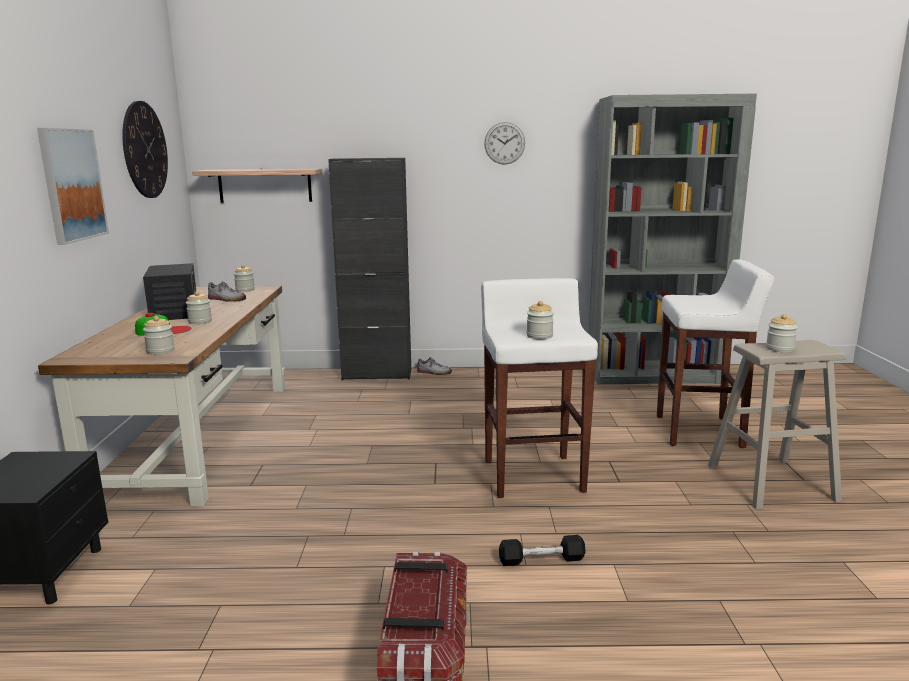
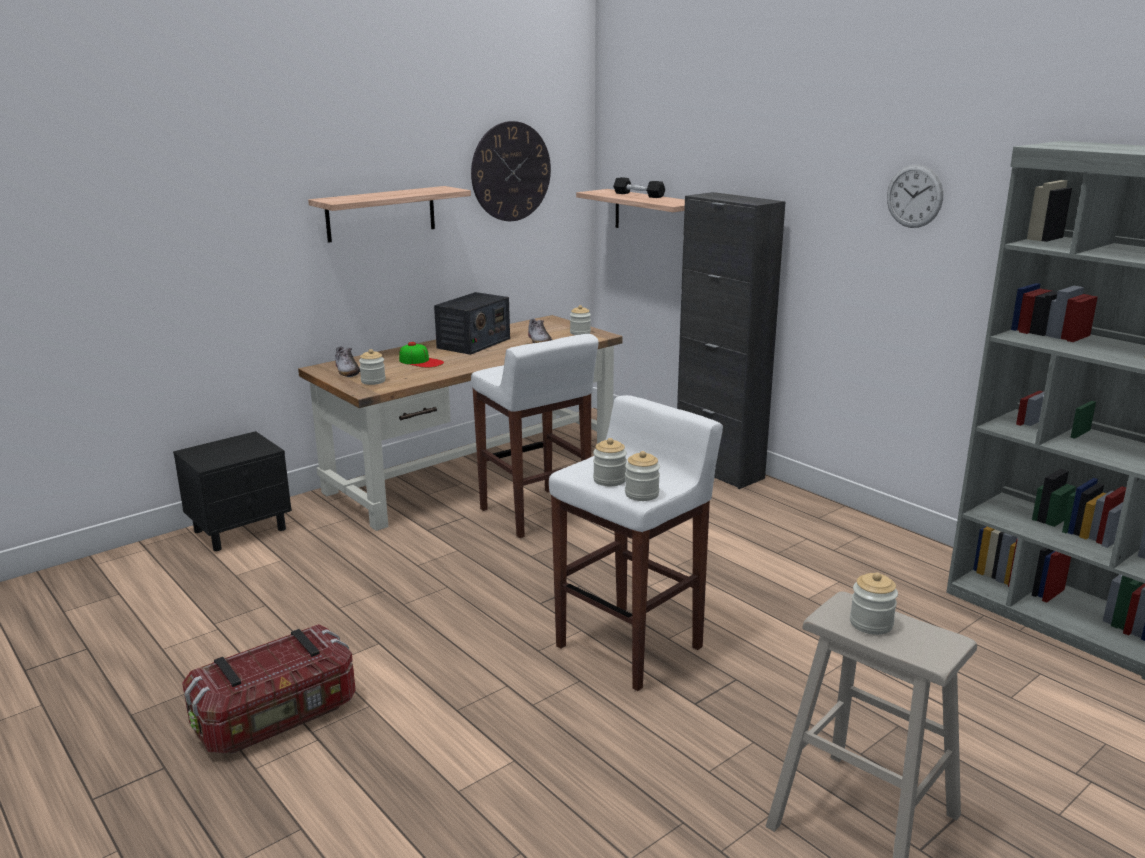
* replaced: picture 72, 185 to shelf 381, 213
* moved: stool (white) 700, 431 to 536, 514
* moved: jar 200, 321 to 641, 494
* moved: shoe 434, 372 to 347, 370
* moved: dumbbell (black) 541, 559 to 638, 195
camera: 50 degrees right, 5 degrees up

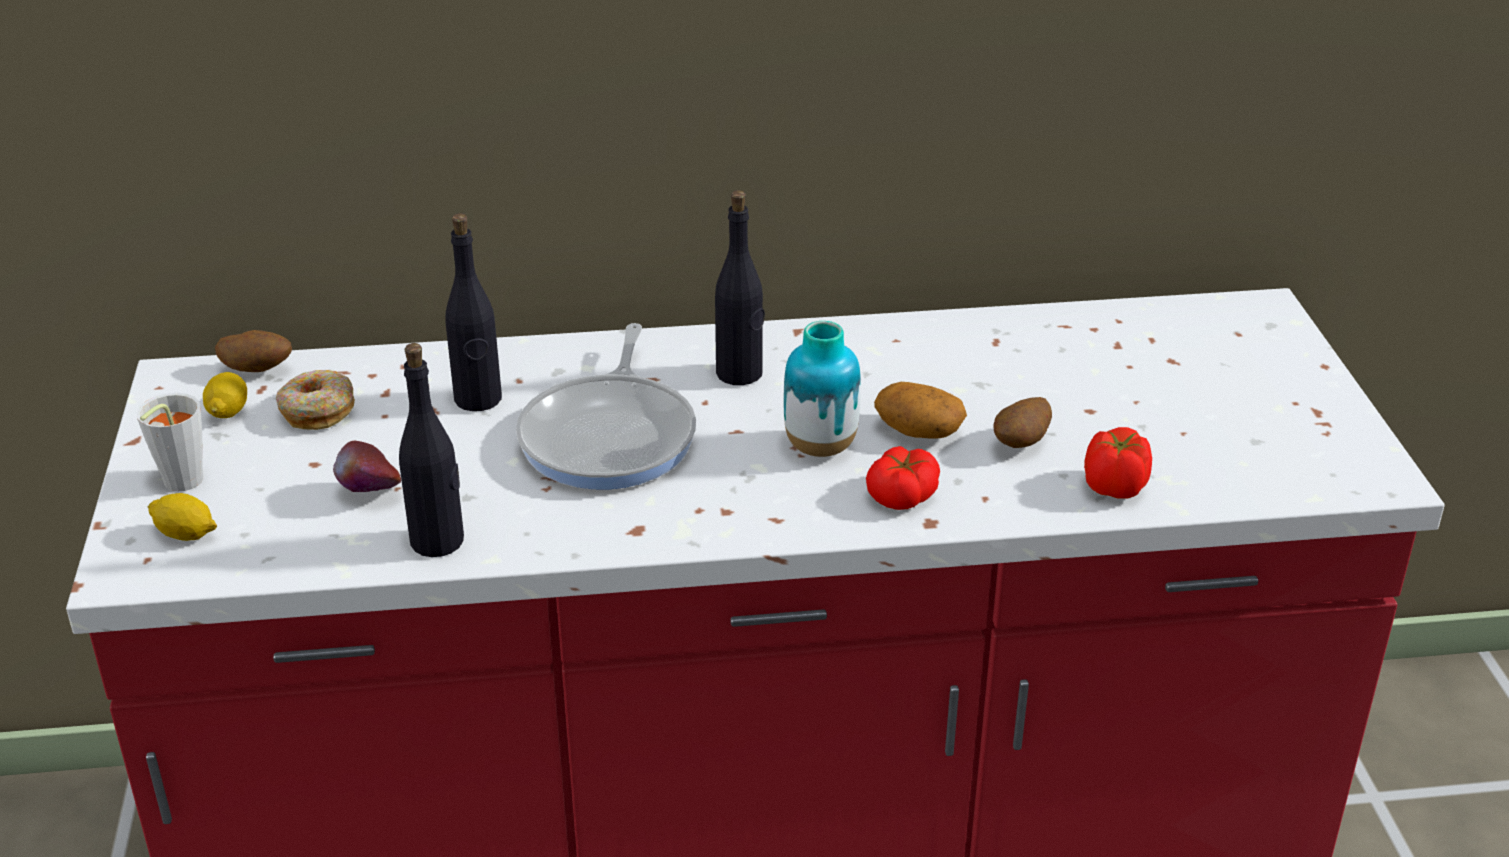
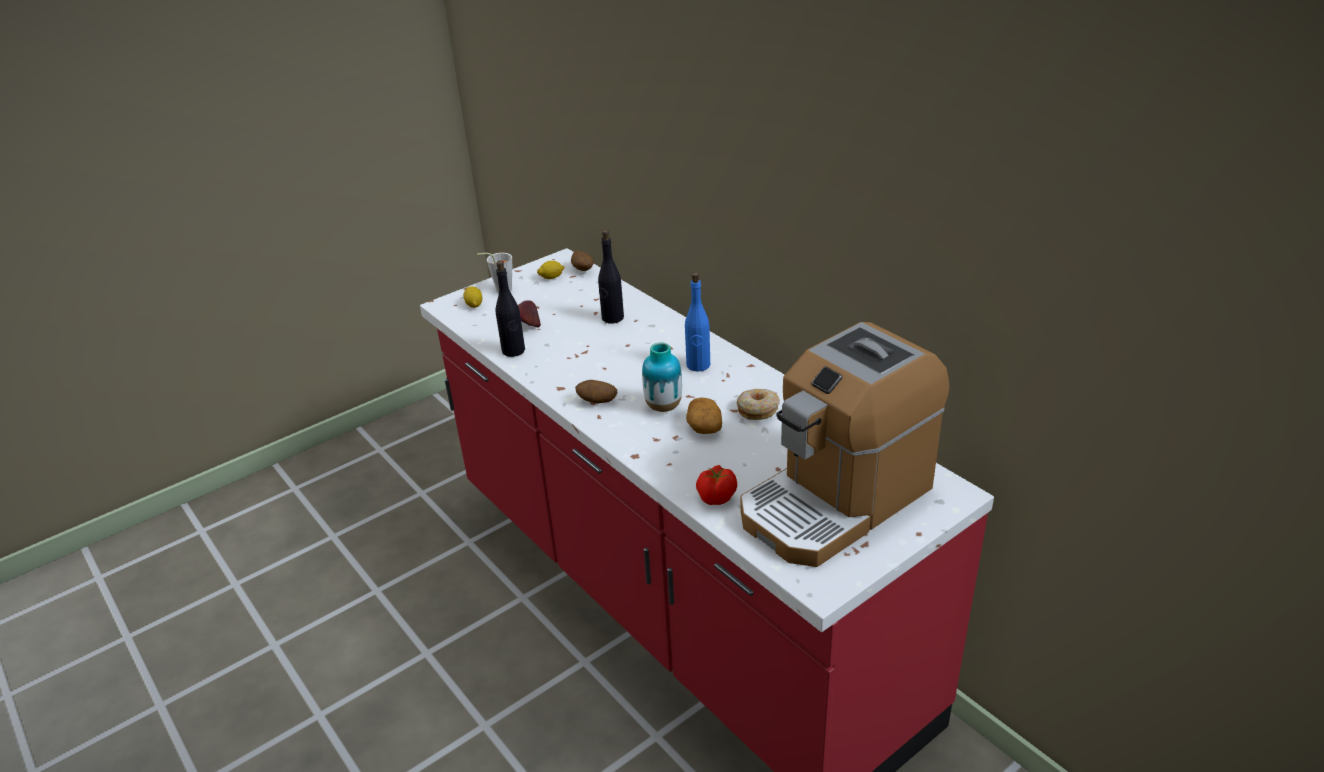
* recoloured: bottle (black) 740, 373 to bottle (blue) 698, 365
* removed: frying pan 611, 436
* moved: donut 317, 410 to 757, 409
* moved: potato 1021, 444 to 597, 402
* removed: tomato 902, 495
* added: coffee machine 836, 501
camera: 60 degrees right, 0 degrees up

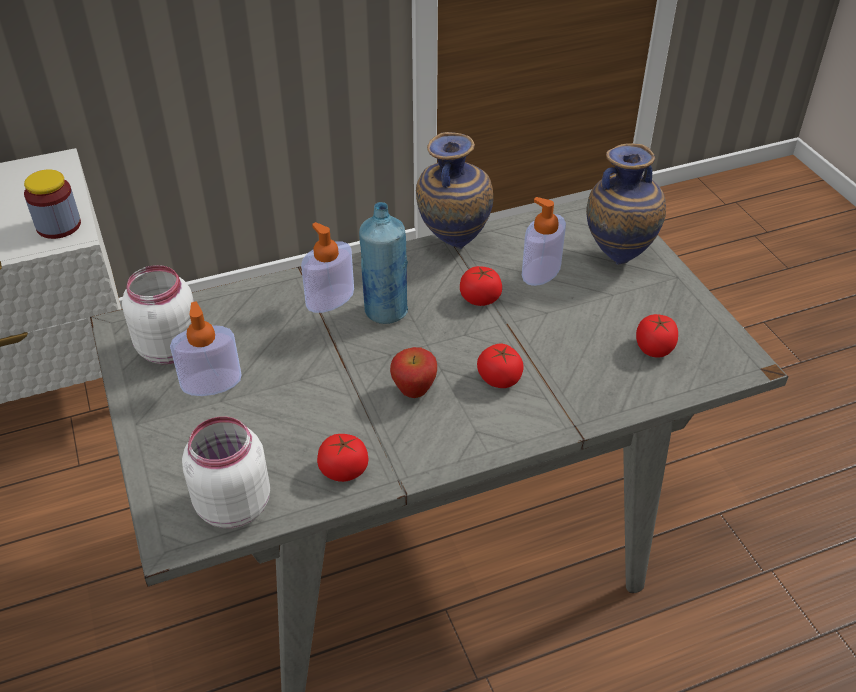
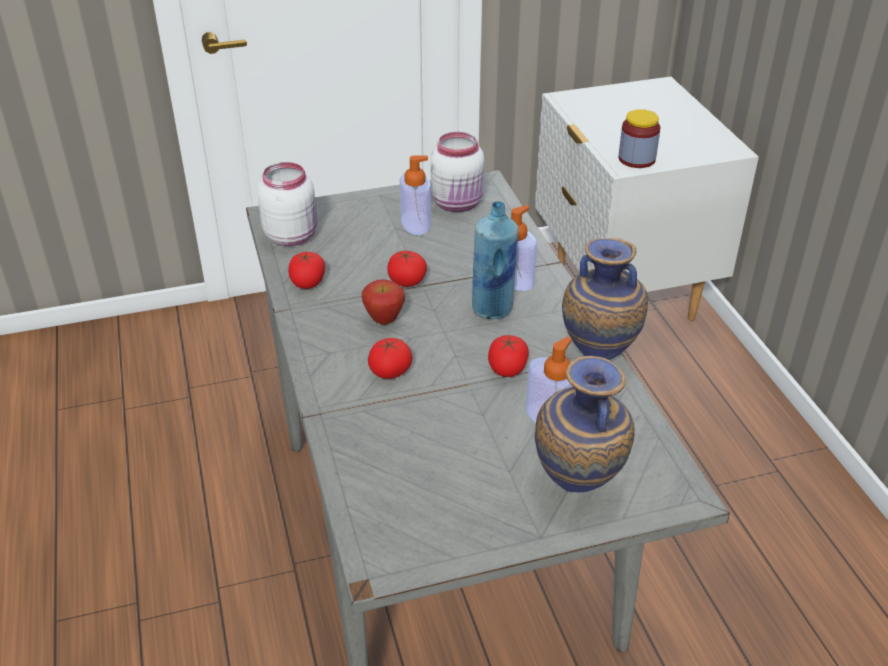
* moved: tomato 654, 348 to 407, 281
camera: 95 degrees right, 5 degrees down

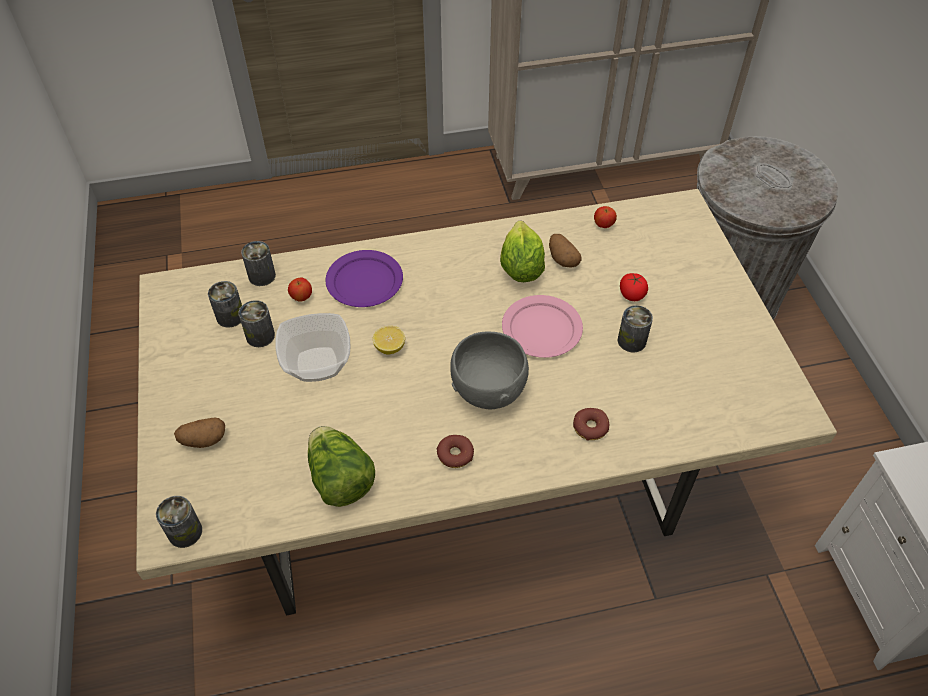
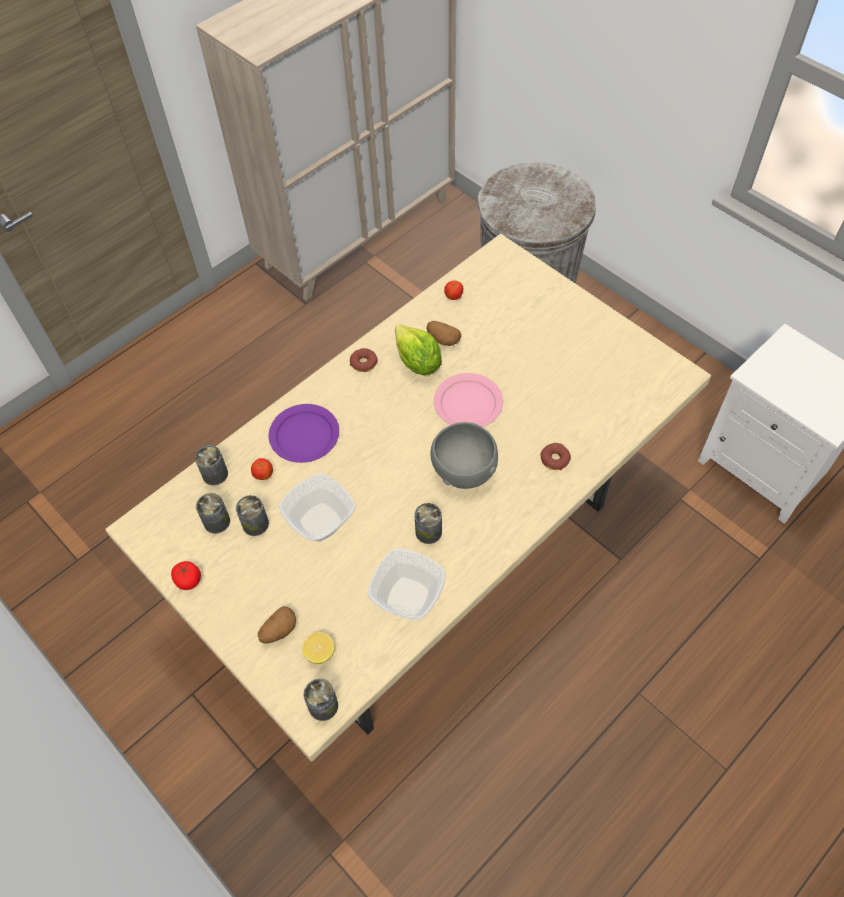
* moved: tomato 632, 294 to 188, 579
* moved: can 631, 341 to 428, 532
* moved: lemon 389, 347 to 319, 653
* replaced: lettuce 340, 479 to bowl 408, 598
* moved: donut 455, 455 to 363, 363
camera: 30 degrees left, 5 degrees up

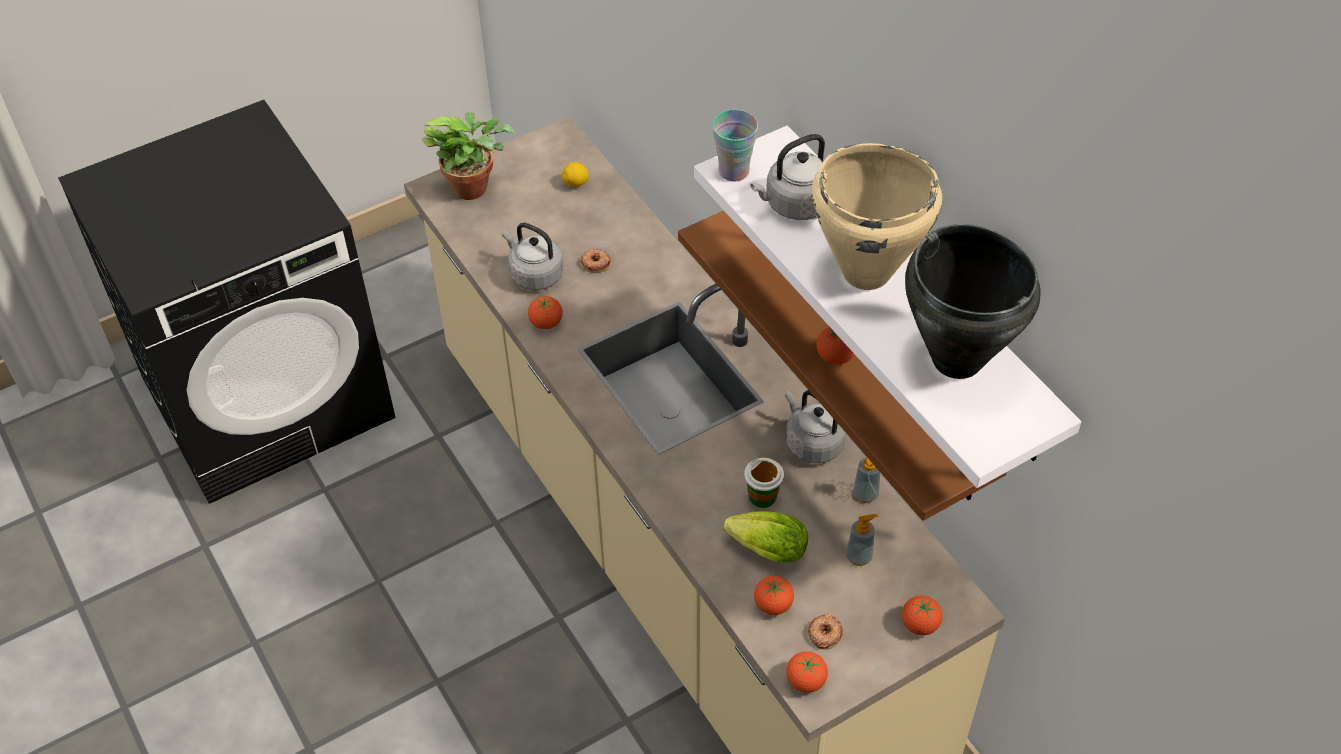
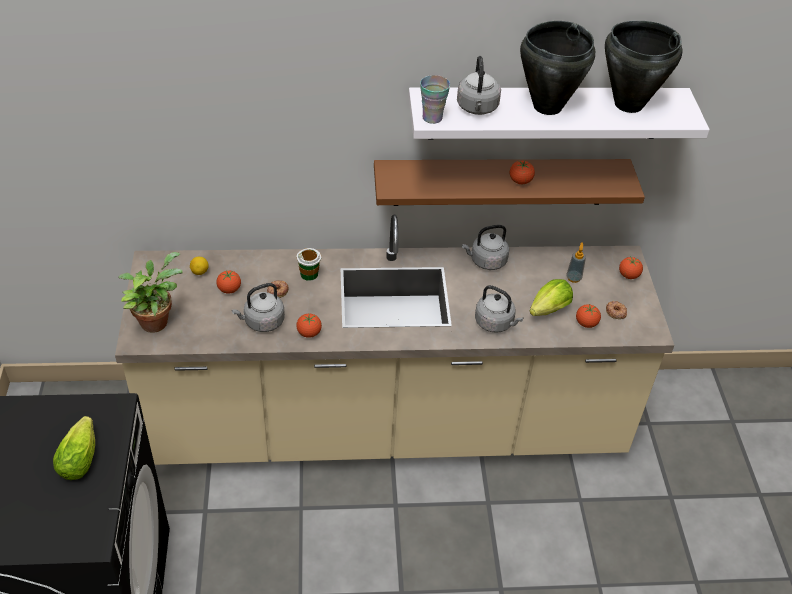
* recoloured: cooking pot (beige) 865, 272 to cooking pot (black) 546, 106
* removed: soap dispenser 865, 494
* moved: cup 762, 496 to 309, 274
* moved: tomato 805, 681 to 229, 289
* added: kettle (grey) 495, 323
* added: lettuce 81, 456
camera: 65 degrees left, 5 degrees down

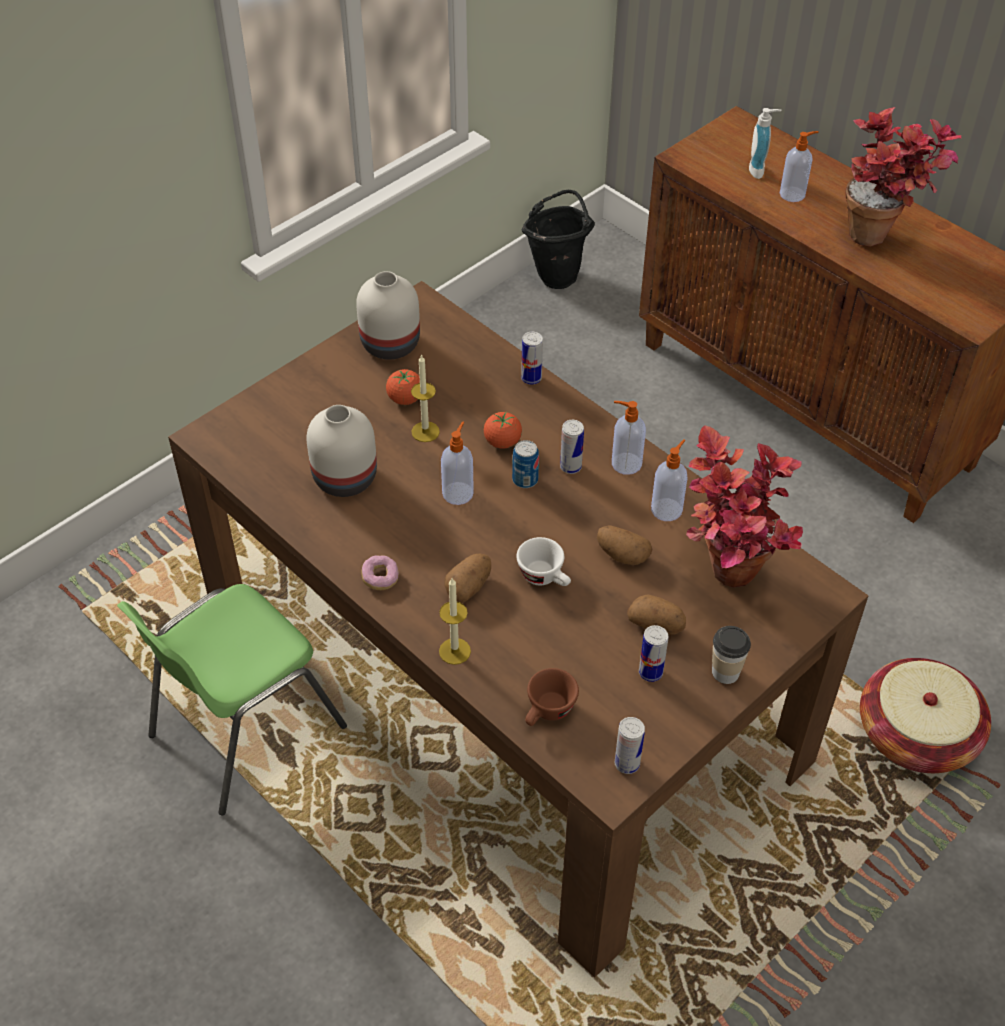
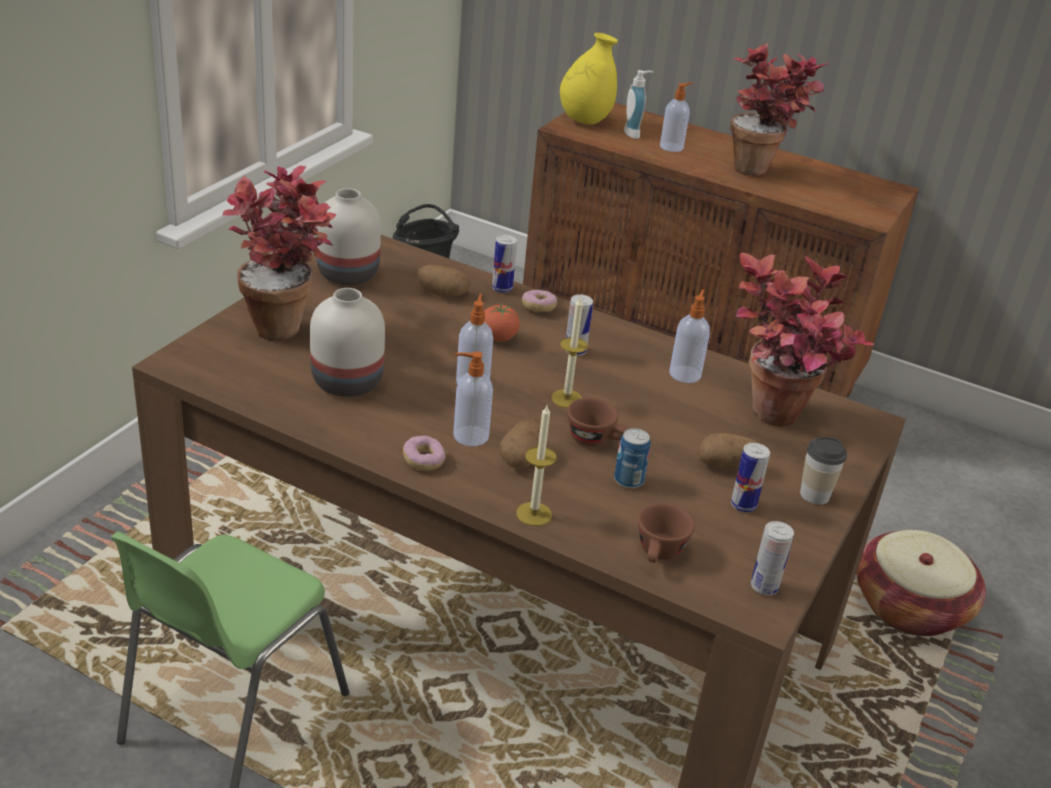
* moved: candle 425, 431 to 567, 399
* removed: tomato 405, 399
* moved: soap dispenser 625, 463 to 469, 436
* moved: can 525, 480 to 628, 480
* moved: potato 621, 555 to 442, 293
* recoloured: cup (white) 545, 577 to cup (brown) 596, 440
* added: vase (yellow) 585, 121
* added: potted plant 284, 322
* added: donut 538, 308
camera: 20 degrees left, 15 degrees down

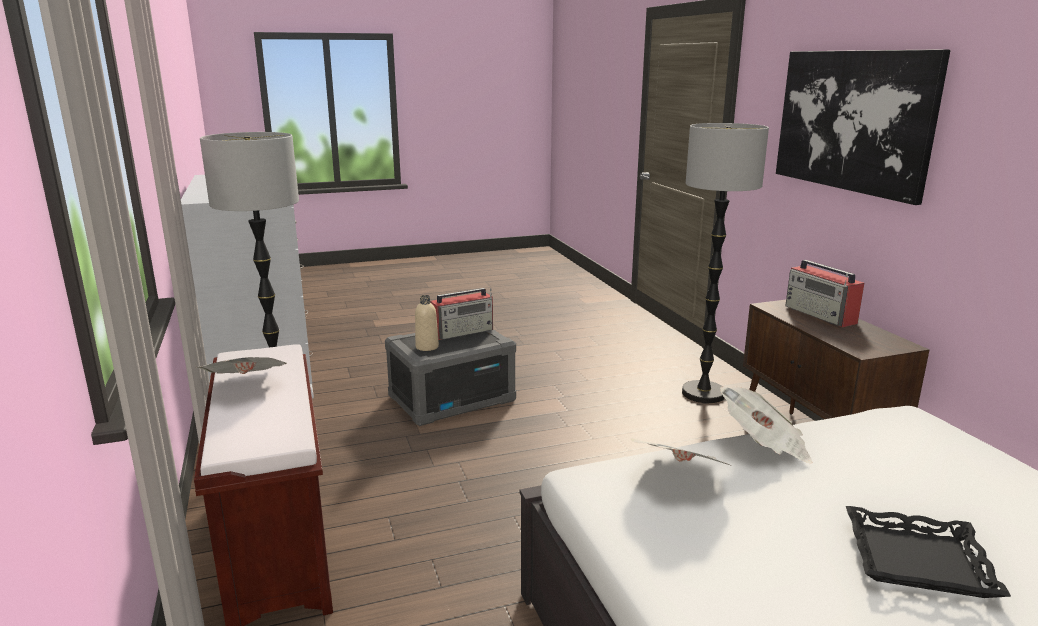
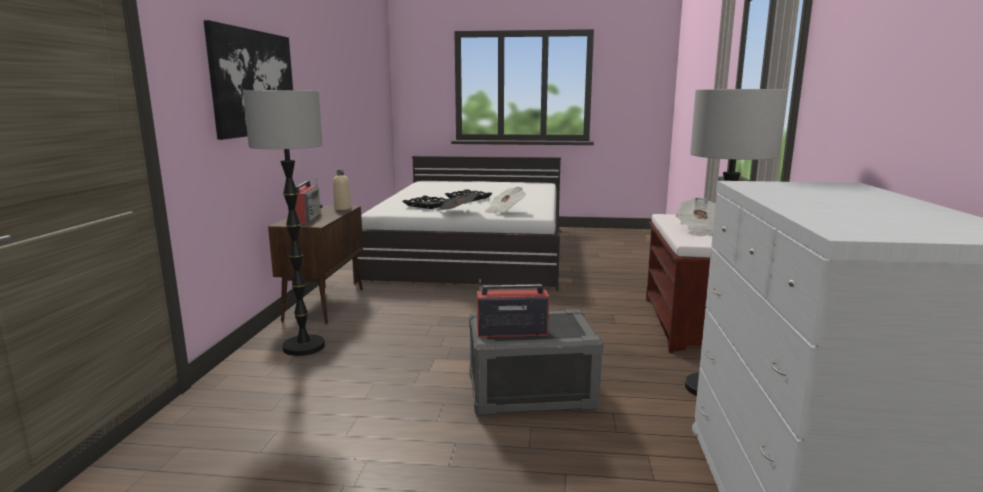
* moved: bottle (beige) 427, 347 to 342, 208
* added: tray (black) 428, 205
camera: 155 degrees left, 5 degrees down

